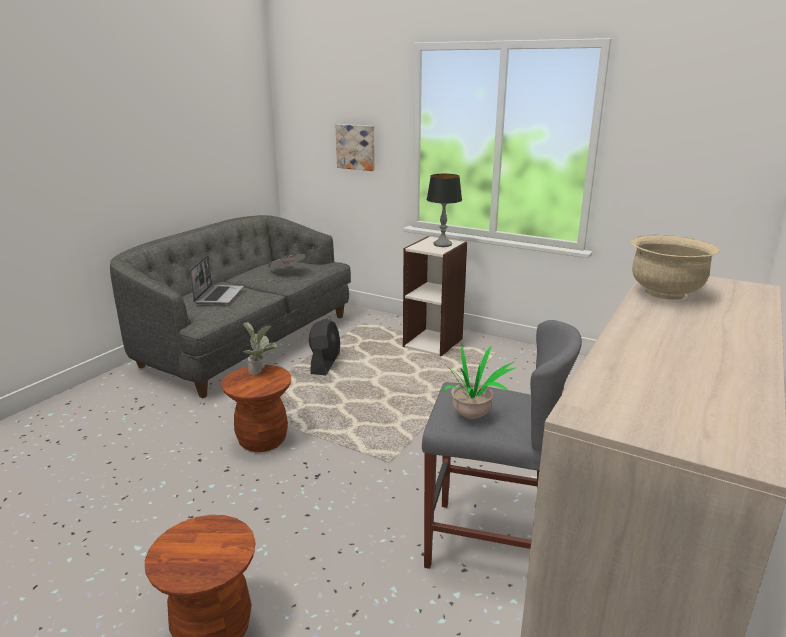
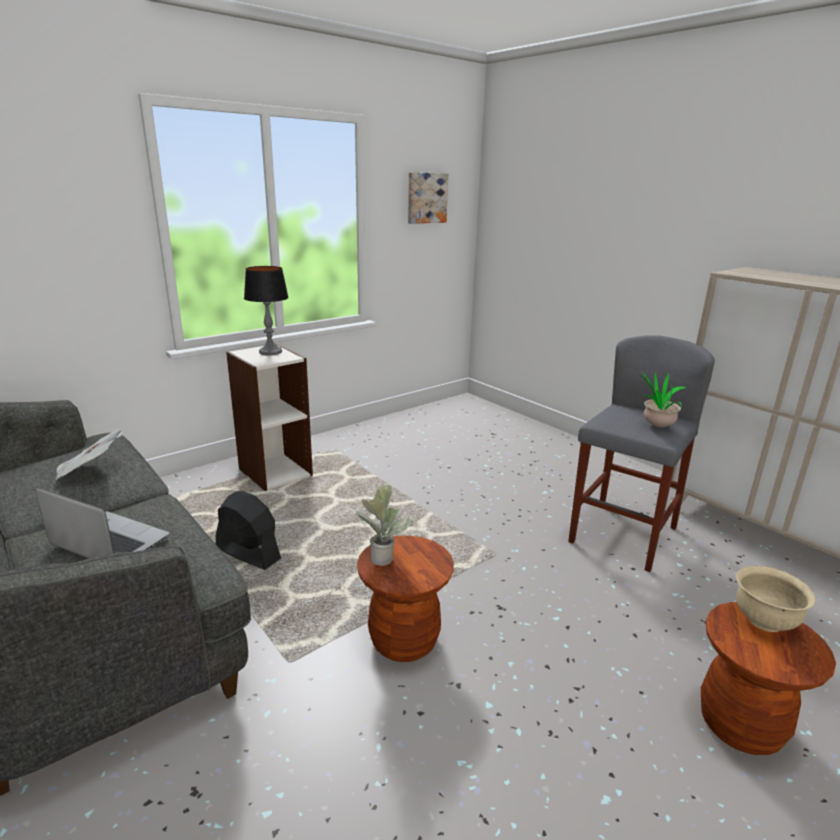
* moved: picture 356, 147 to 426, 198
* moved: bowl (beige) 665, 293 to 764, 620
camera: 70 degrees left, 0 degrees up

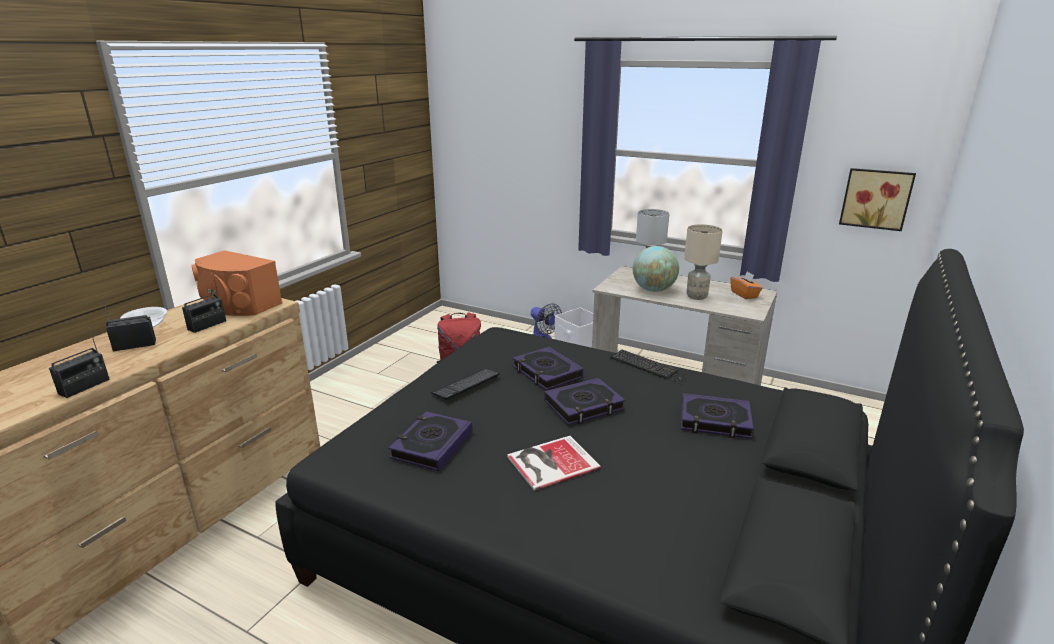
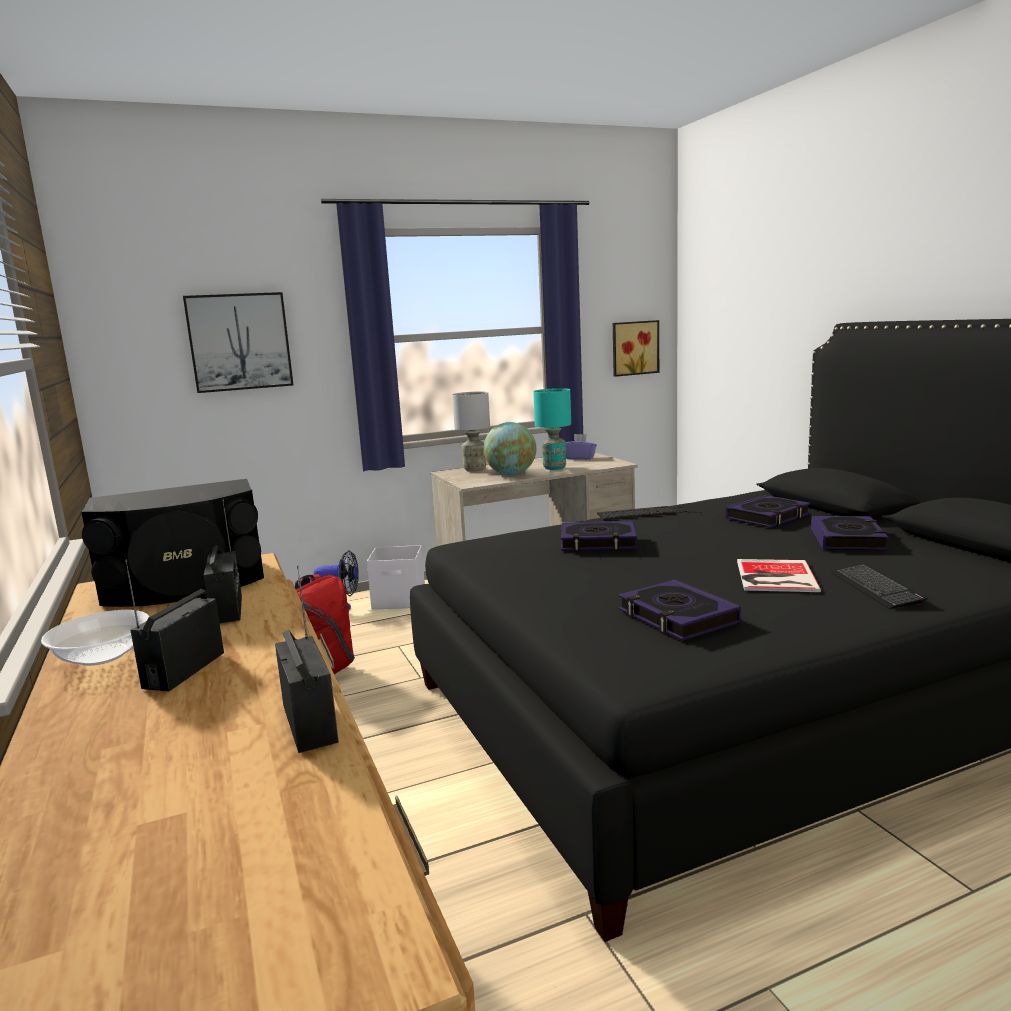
* recoloured: table lamp (beige) 697, 296 to table lamp (turquoise) 555, 468
* recoloured: speaker (orange) 238, 304 to speaker (black) 185, 585
* recoloured: tissue box (orange) 744, 294 to tissue box (purple) 580, 458
* moved: keyboard 466, 385 to 876, 588
* moved: book 584, 406 to 847, 539
* added: picture 239, 342
camera: 50 degrees left, 10 degrees down

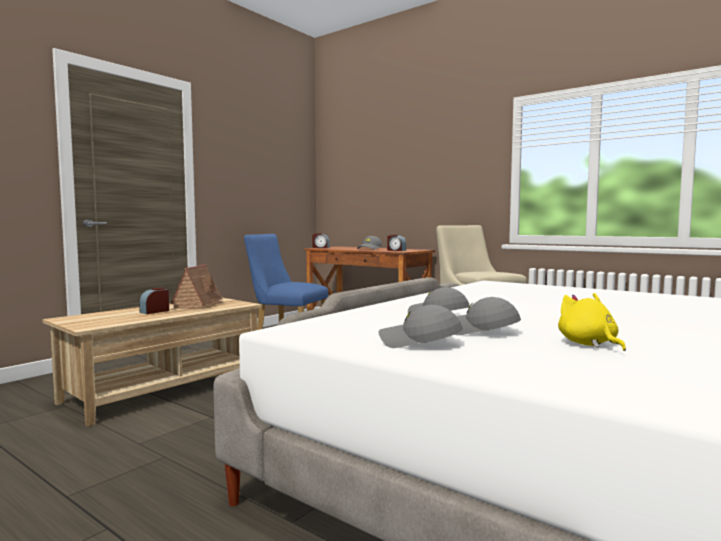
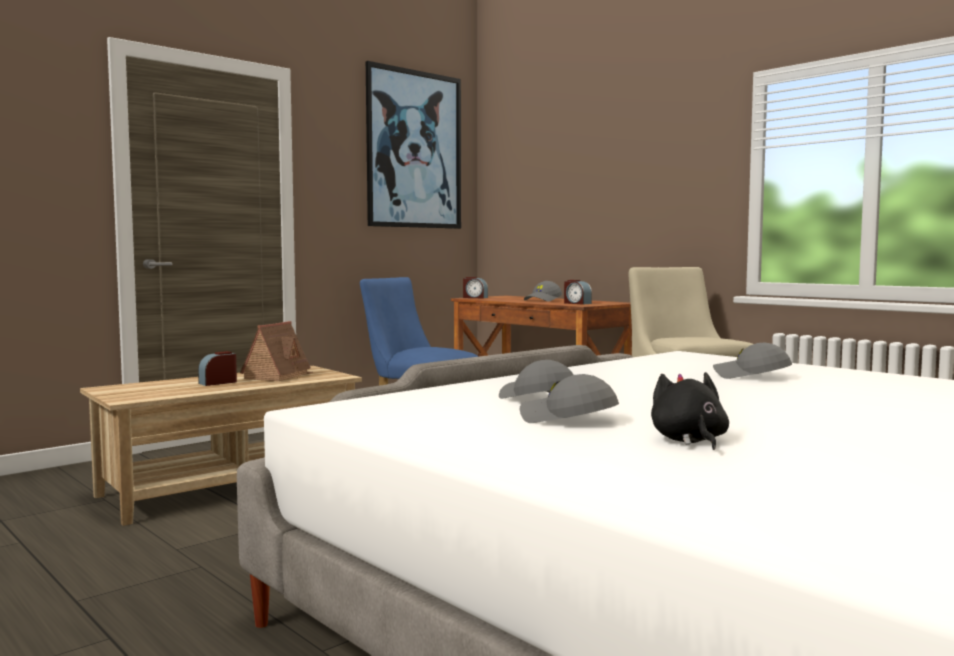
* recoloured: plush toy (yellow) 589, 344 to plush toy (black) 689, 441
* moved: cap (grey) 419, 343 to 750, 376
* added: picture 414, 150
camera: 10 degrees right, 0 degrees up

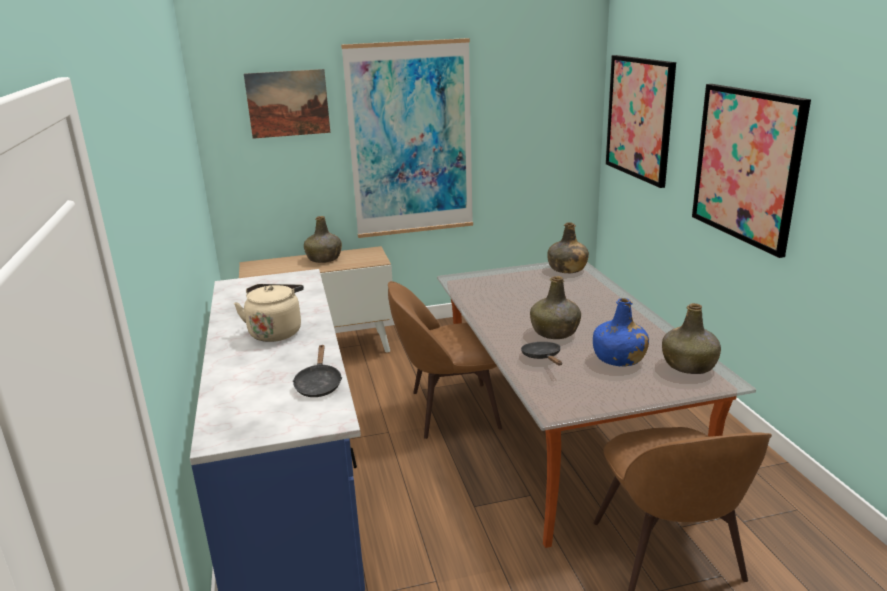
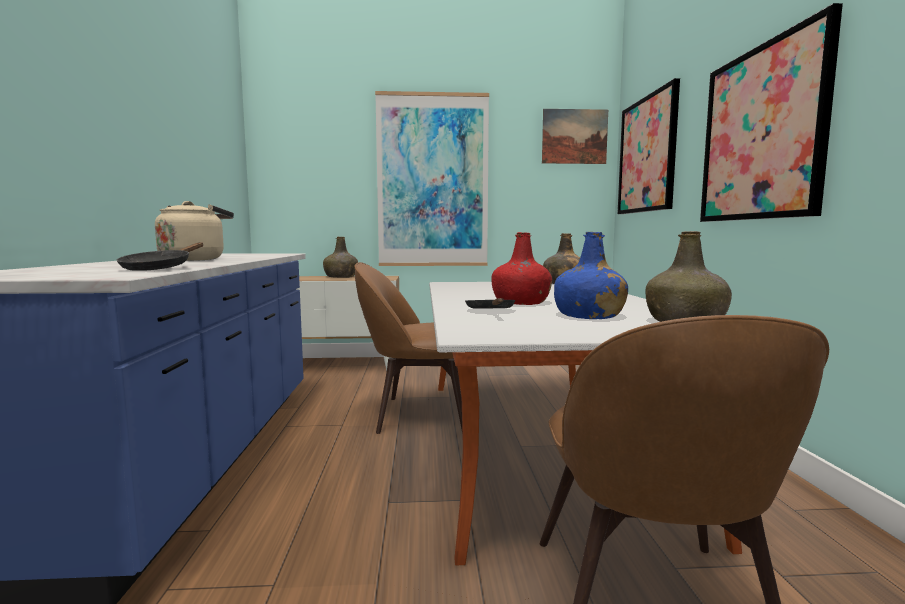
* moved: picture 288, 103 to 574, 136
* recoloured: bottle (green) 555, 332 to bottle (red) 521, 302
camera: 10 degrees right, 15 degrees down

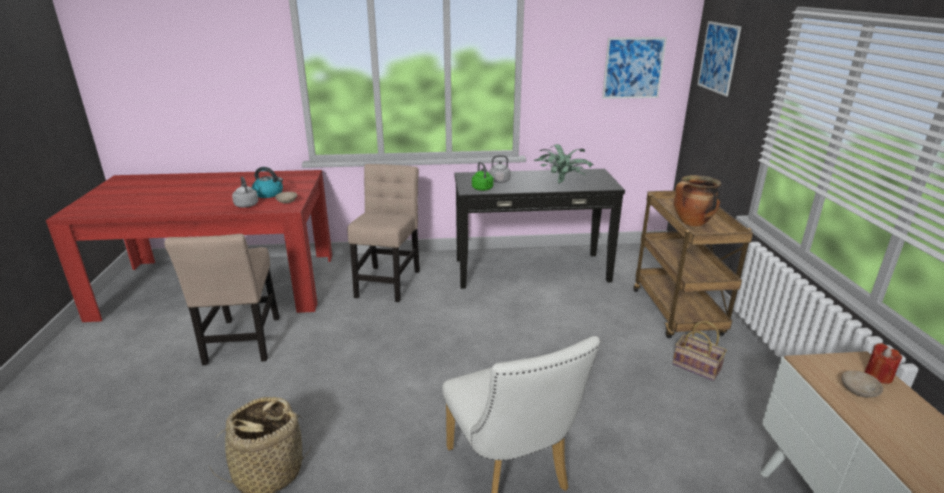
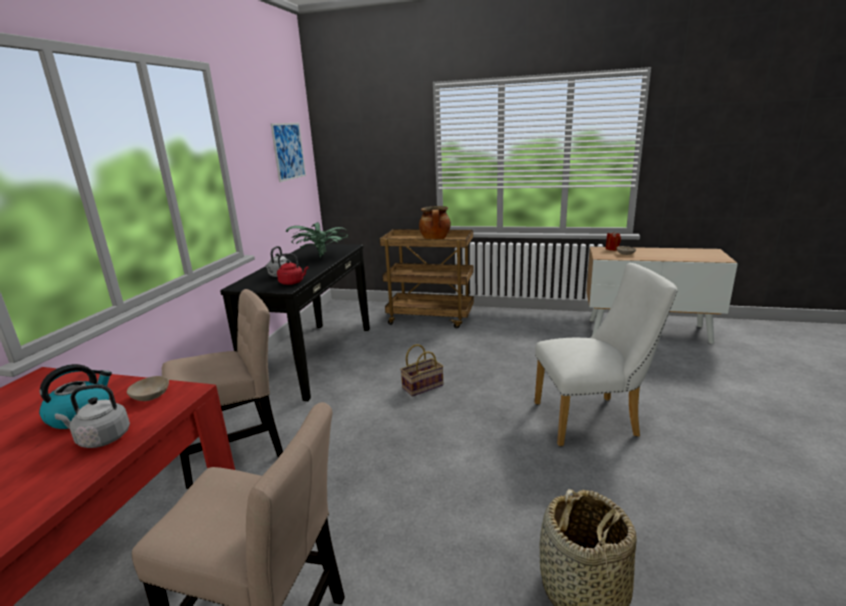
* removed: picture 718, 57
* recoloured: kettle (green) 483, 189 to kettle (red) 292, 282
* turned: chair (beige) 388, 281 = 237, 451 120 degrees clockwise
* moved: basket 697, 367 to 423, 386
camera: 70 degrees left, 5 degrees down

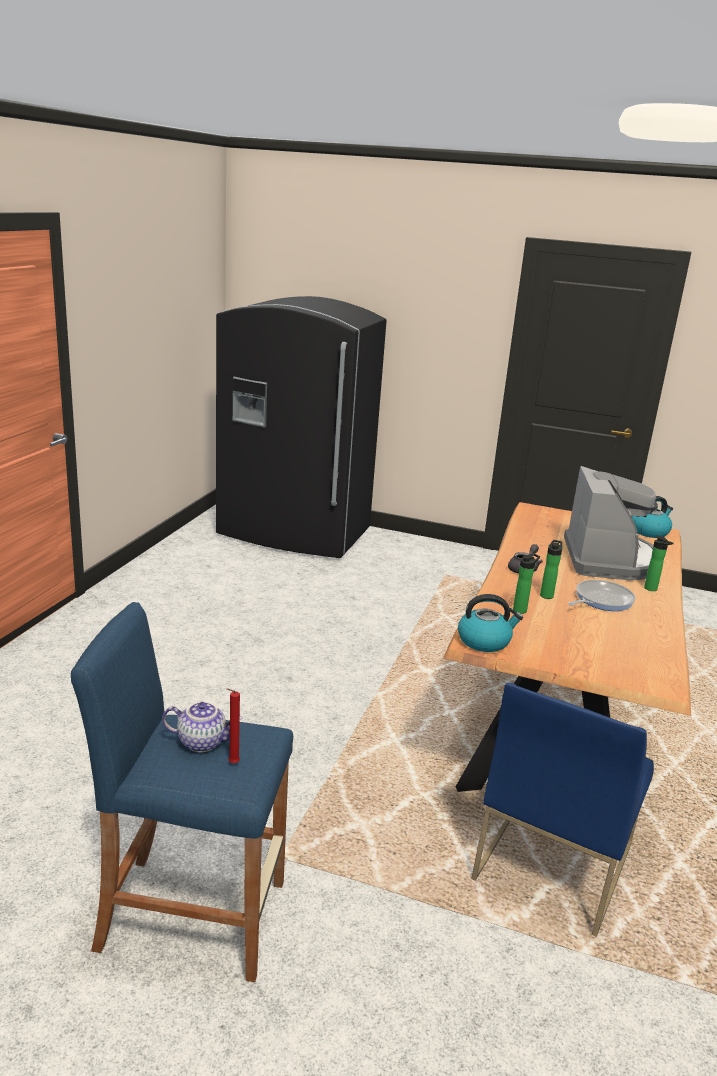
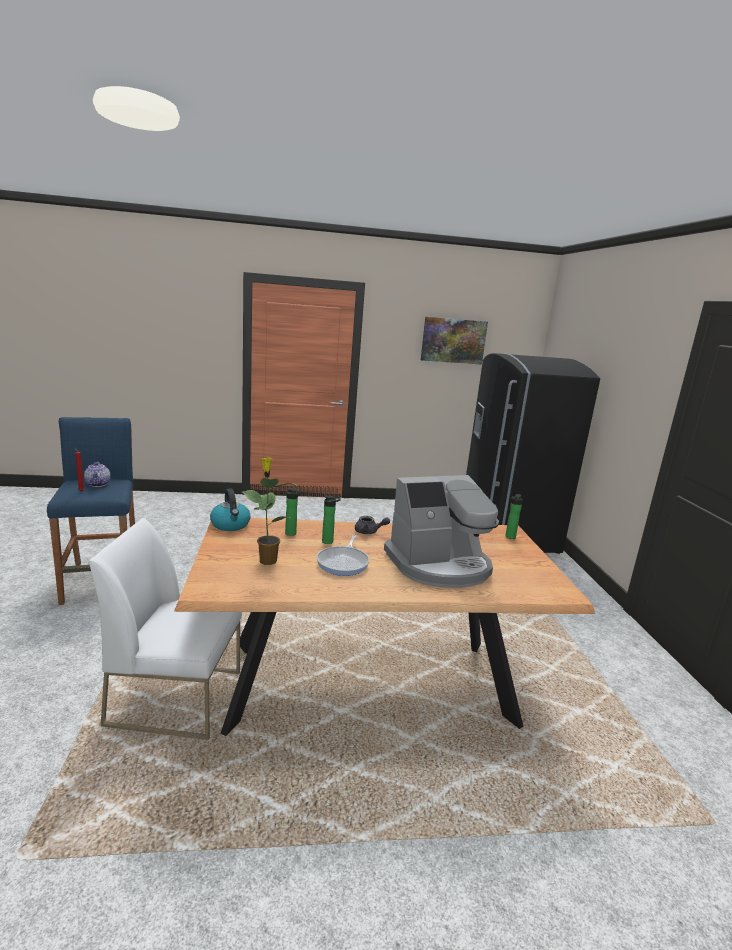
* removed: kettle 649, 531
* moved: bottle 652, 589 to 509, 537
* turned: frying pan 601, 600 = 344, 562 75 degrees clockwise
* recoloured: chair (blue) 551, 862 to chair (white) 177, 697
* added: picture 453, 340
* added: potted plant 267, 560
camera: 65 degrees right, 5 degrees down

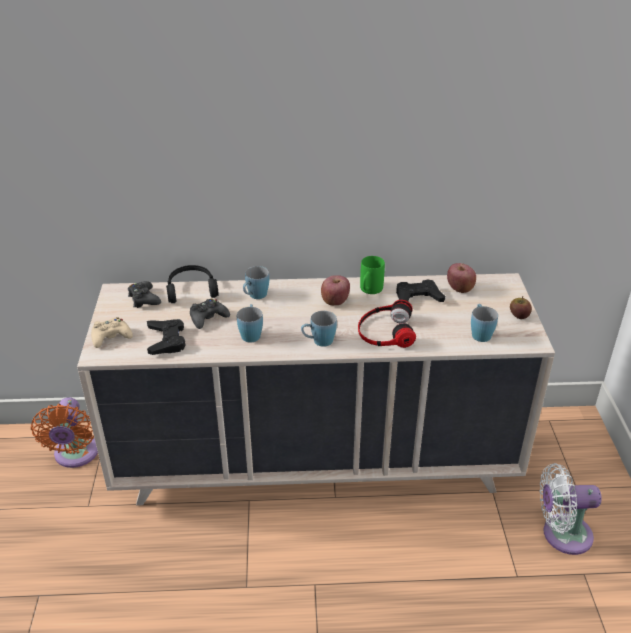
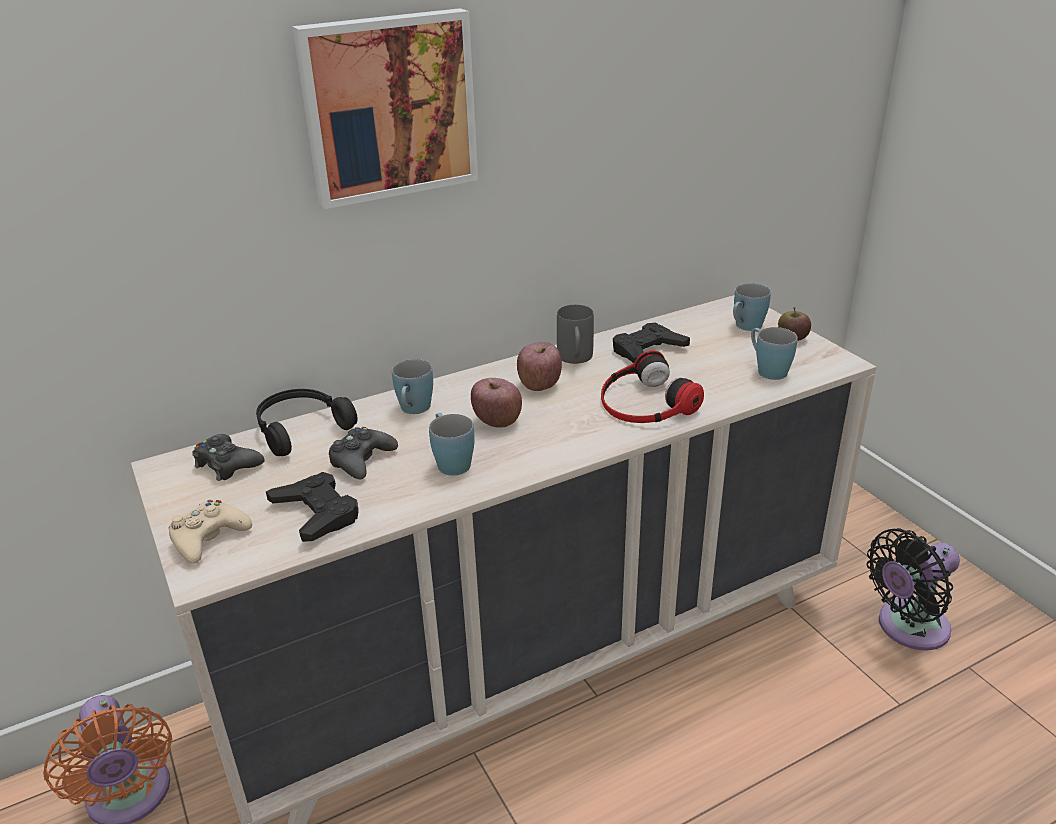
* recoloured: mug (green) 369, 291 to mug (grey) 575, 359
* moved: apple 459, 288 to 497, 421
* moved: mug (blue) 318, 341 to 745, 327
* recoloured: fan (white) 561, 534 to fan (black) 907, 628
* added: picture 388, 106
camera: 25 degrees left, 5 degrees down

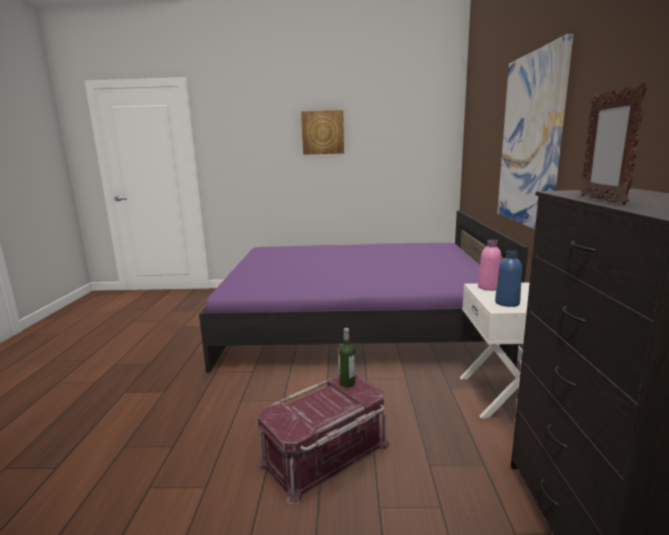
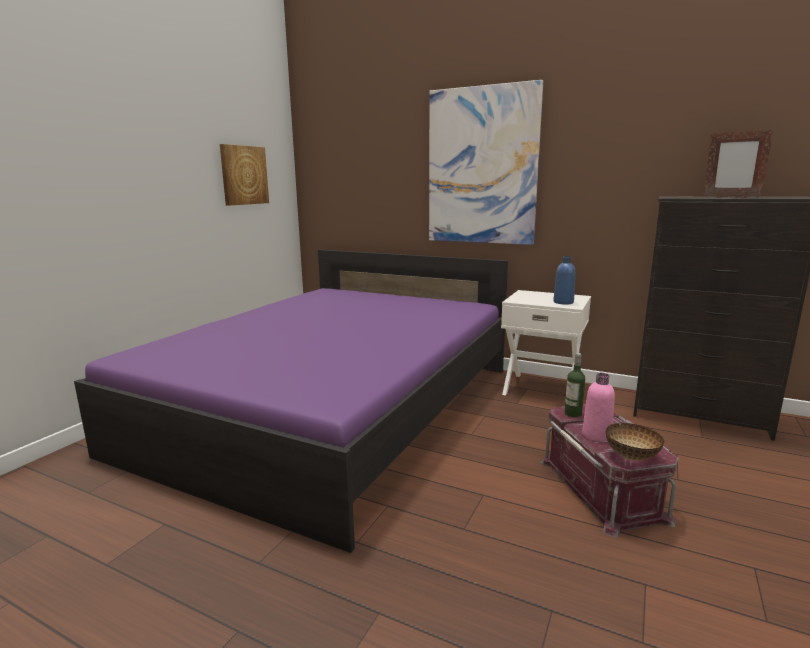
* moved: picture 323, 132 to 243, 175
* moved: bottle (pink) 488, 287 to 596, 435
* added: bowl 632, 457
camera: 65 degrees left, 0 degrees up

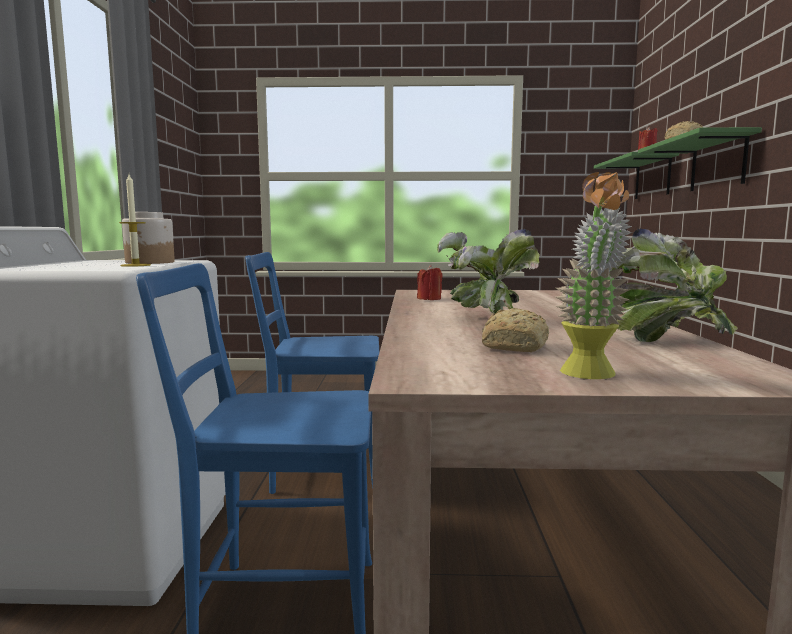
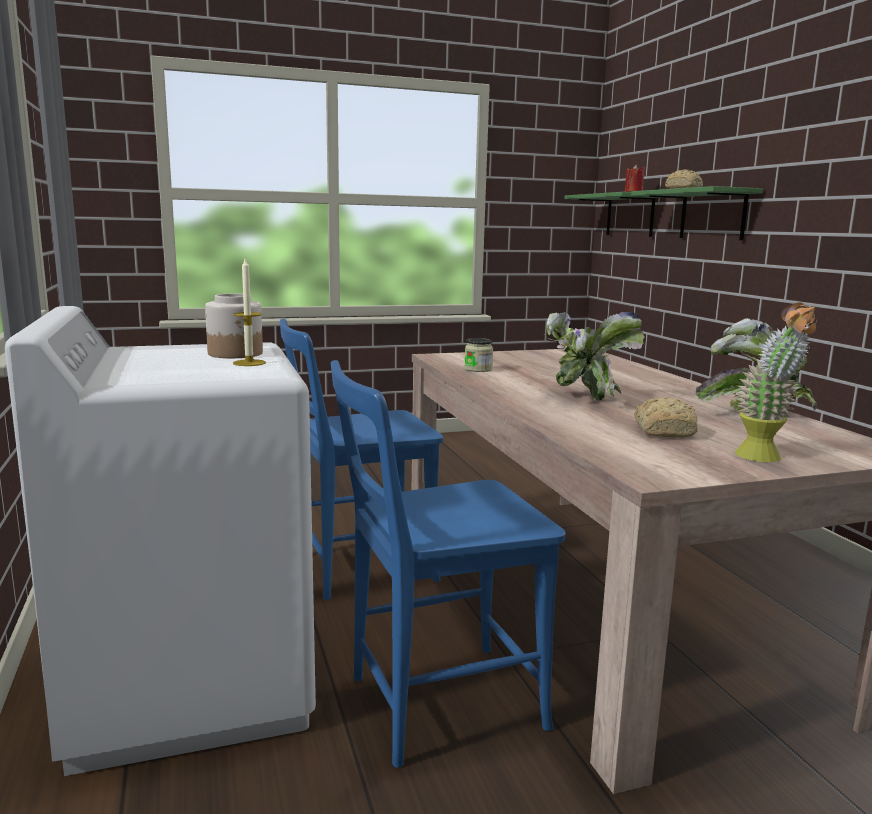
* replaced: candle (red) 429, 299 to jar 478, 369
camera: 20 degrees left, 5 degrees up

